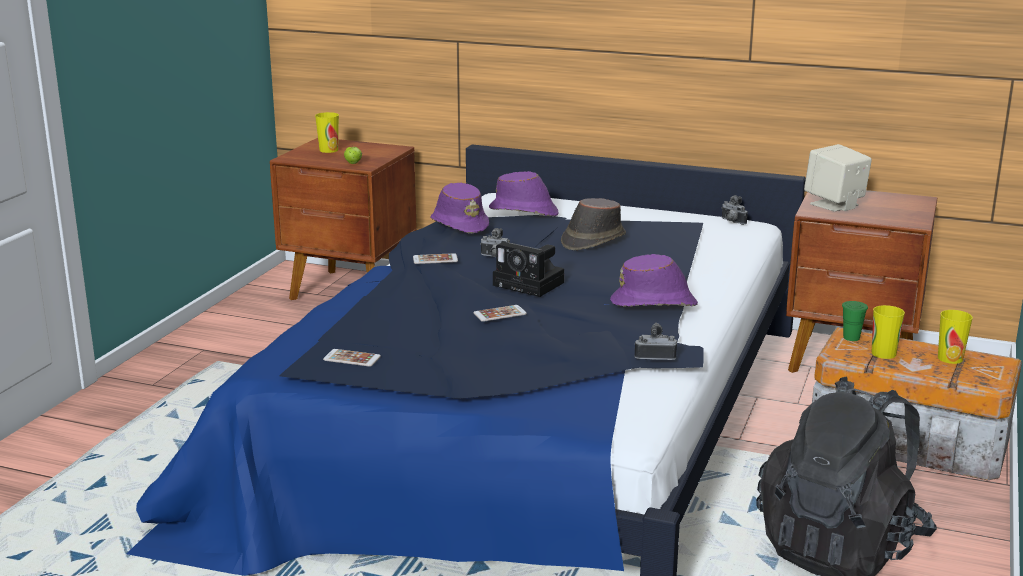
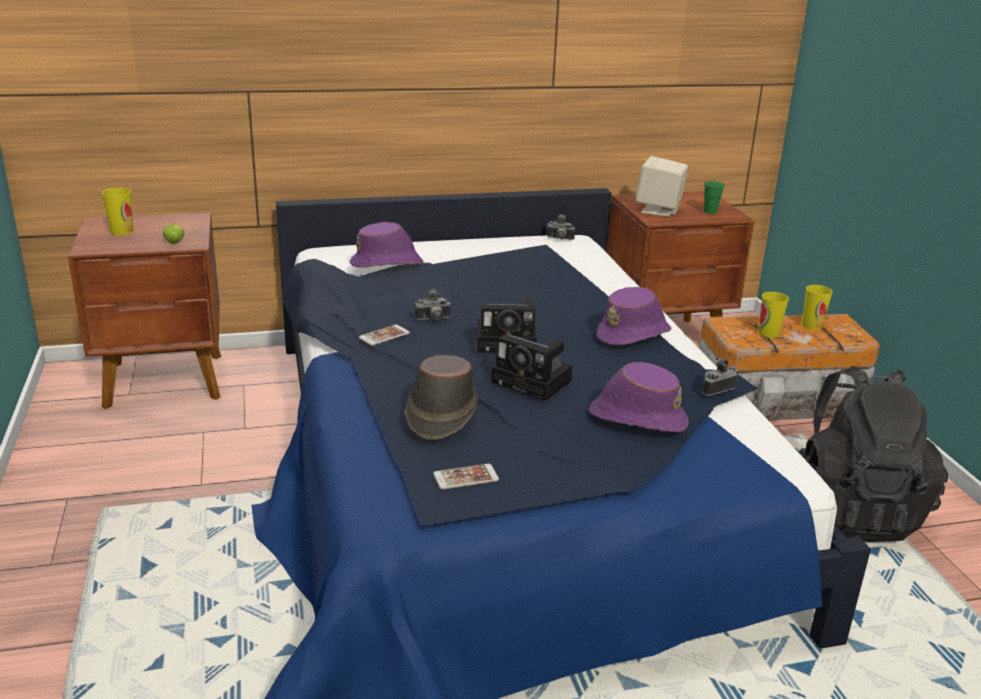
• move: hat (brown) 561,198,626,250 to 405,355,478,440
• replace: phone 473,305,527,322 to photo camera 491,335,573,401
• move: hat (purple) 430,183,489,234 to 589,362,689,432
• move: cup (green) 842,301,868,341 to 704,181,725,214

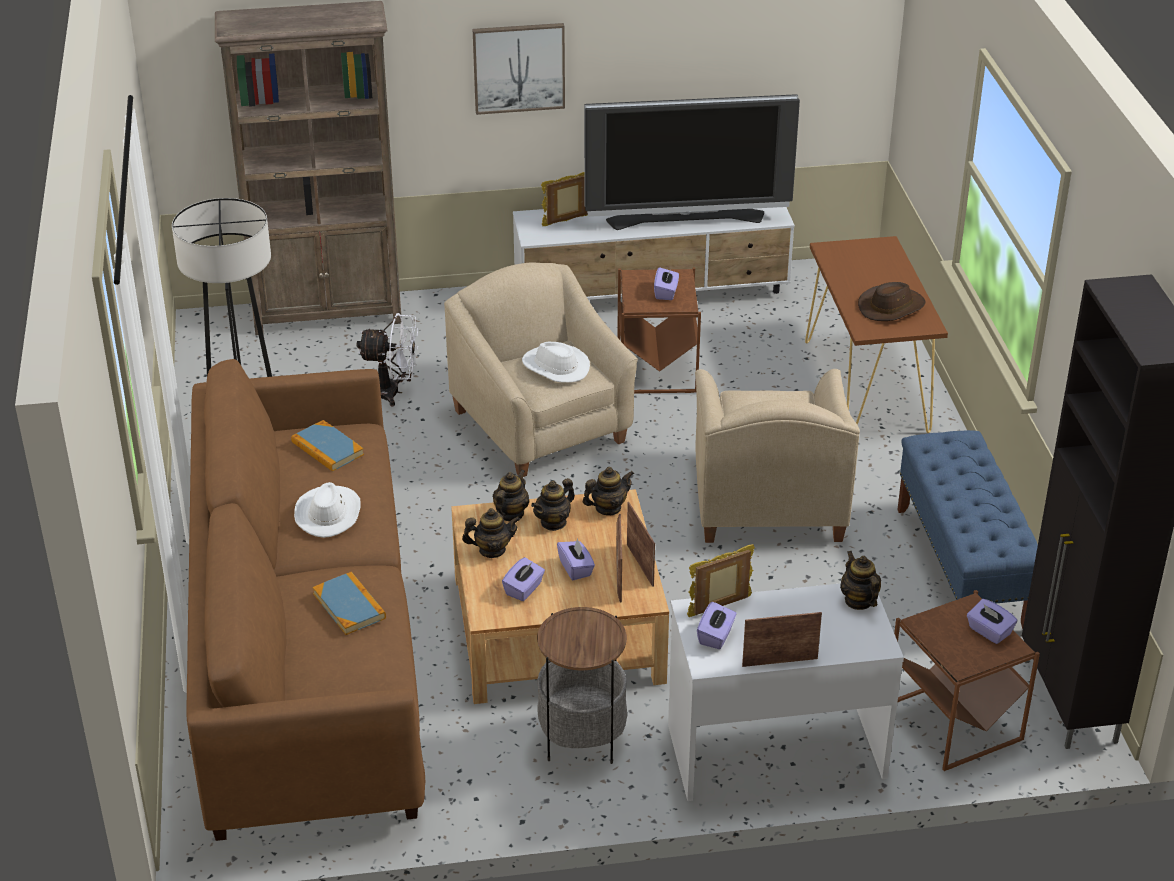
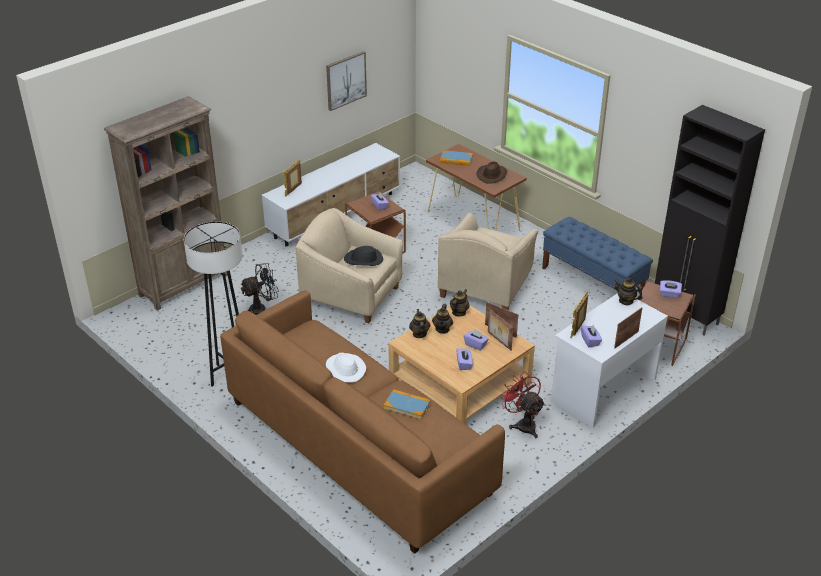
• recolor: fan (white) 357,313,418,406 to fan (black) 240,263,279,315
• move: picture 473,23,565,115 to 326,51,367,111
• recolor: hat (white) 522,342,590,383 to hat (black) 344,246,383,266
• rotate: armchair (beige) 695,369,860,543 = 438,213,538,310 60 degrees clockwise
• move: book 291,420,364,472 to 440,150,473,166
• replace: side table 537,607,627,764 to fan (red) 500,371,545,438
• delete: teapot 462,508,520,558
• delete: television 584,94,800,230

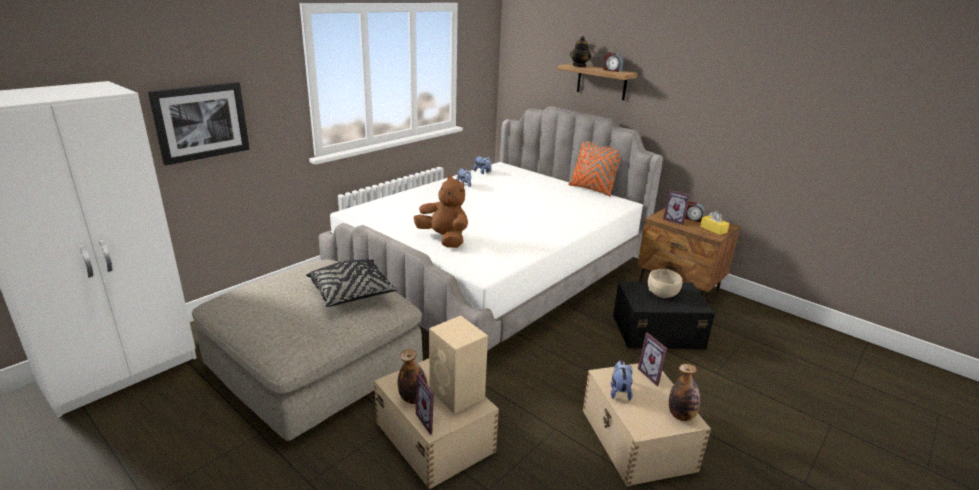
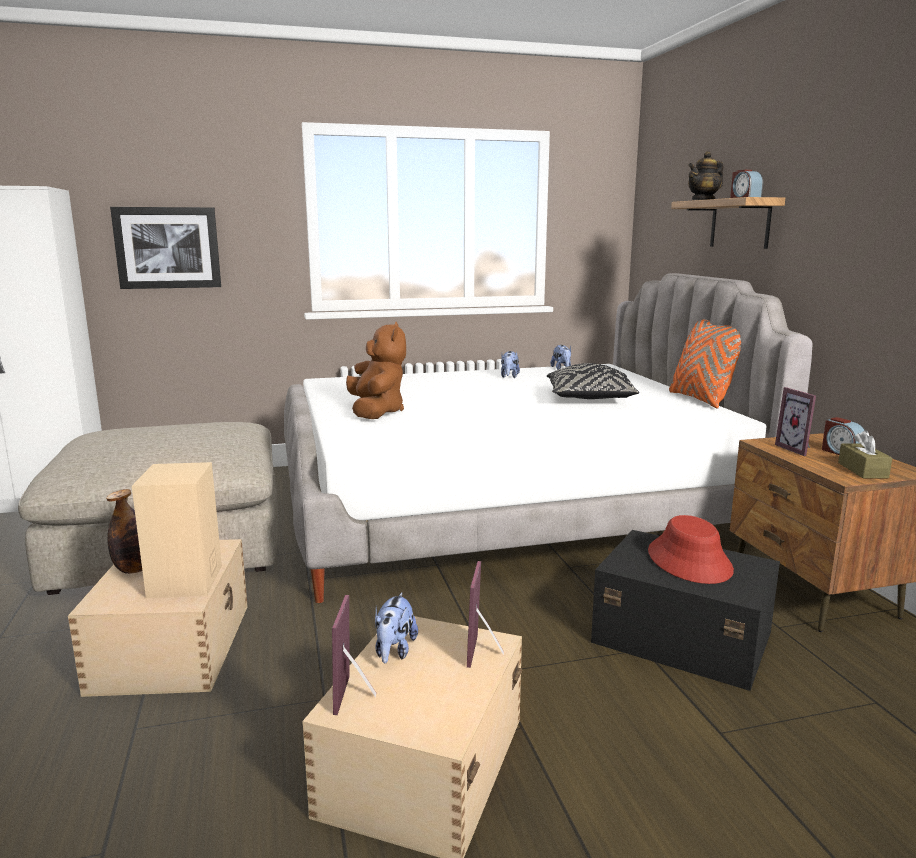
• move: picture frame 416,373,438,435 to 332,595,377,715
• rotate: plush toy 611,360,633,400 = 375,592,418,663 150 degrees clockwise
• move: pillow (black) 306,259,397,307 to 547,363,639,399
• replace: bowl (beige) 648,269,682,298 to hat (red) 648,515,734,584
• recolor: tissue box (yellow) 700,211,730,235 to tissue box (brown) 838,430,892,478
• delete: bottle 669,364,700,421

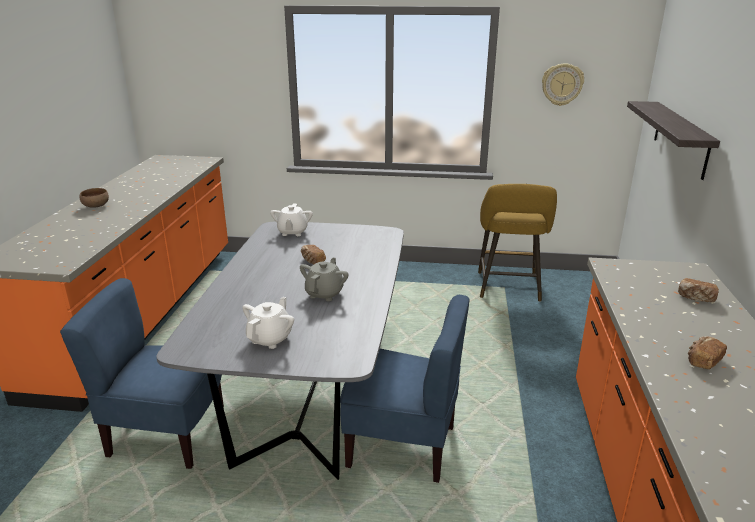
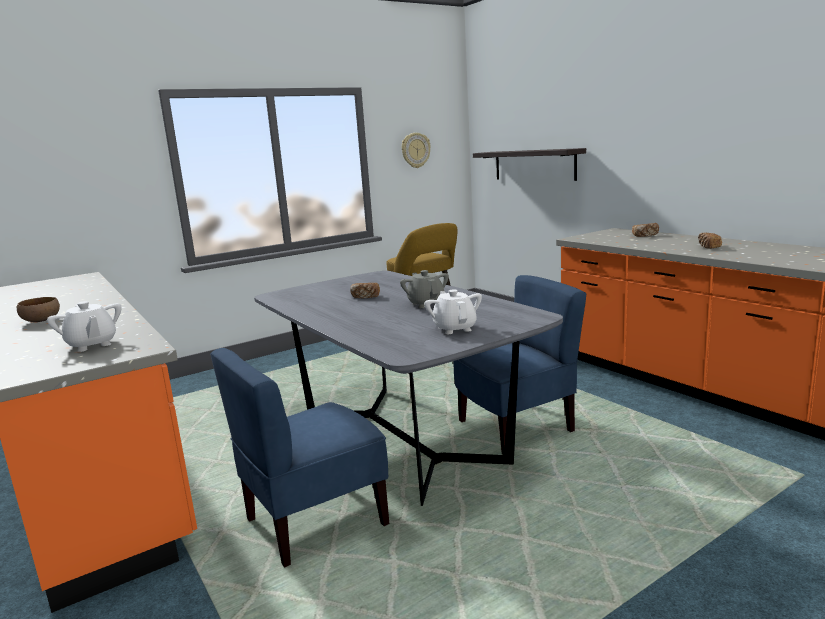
• move: teapot (white) 270,204,313,236 to 47,301,122,352

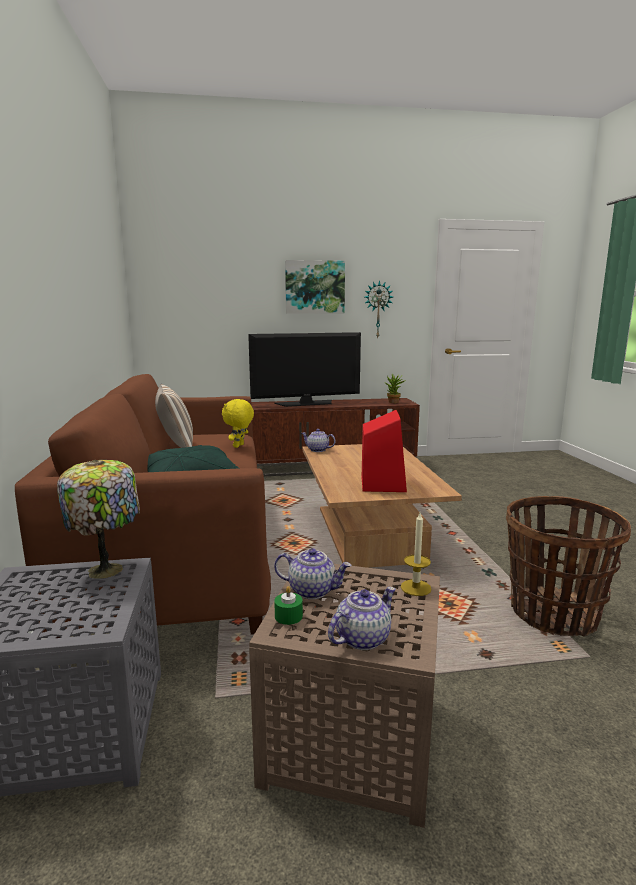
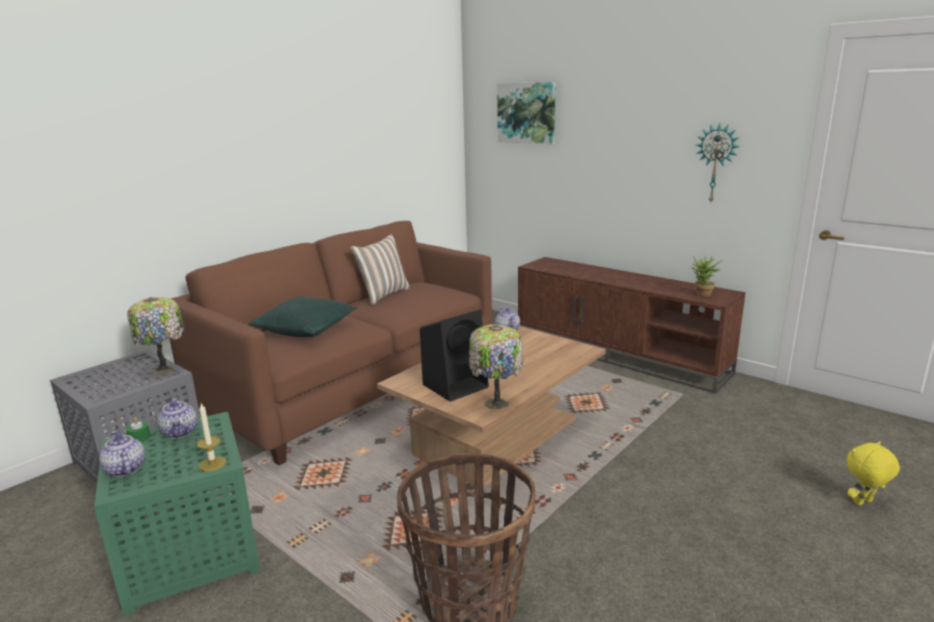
• recolor: side table (brown) 249,564,440,828 to side table (green) 94,412,260,616
• rotate: teapot 328,587,396,650 = 99,431,145,477 135 degrees counterclockwise
• recolor: speaker (red) 362,410,407,492 to speaker (black) 420,310,489,402
• insert: table lamp 469,324,523,409
• move: picture 285,260,345,314 to 497,82,556,144
• move: plush toy (yellow) 222,399,254,448 to 847,441,900,506
• delete: television 248,332,361,407

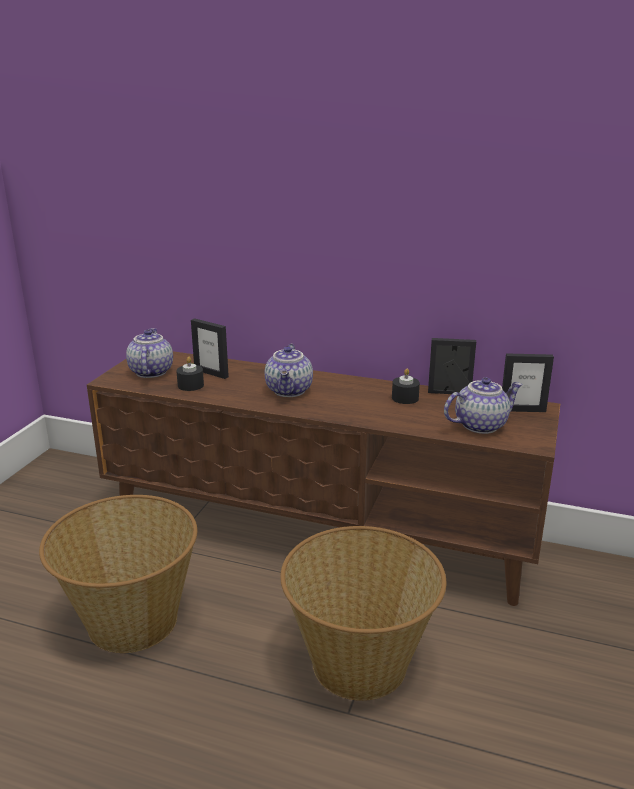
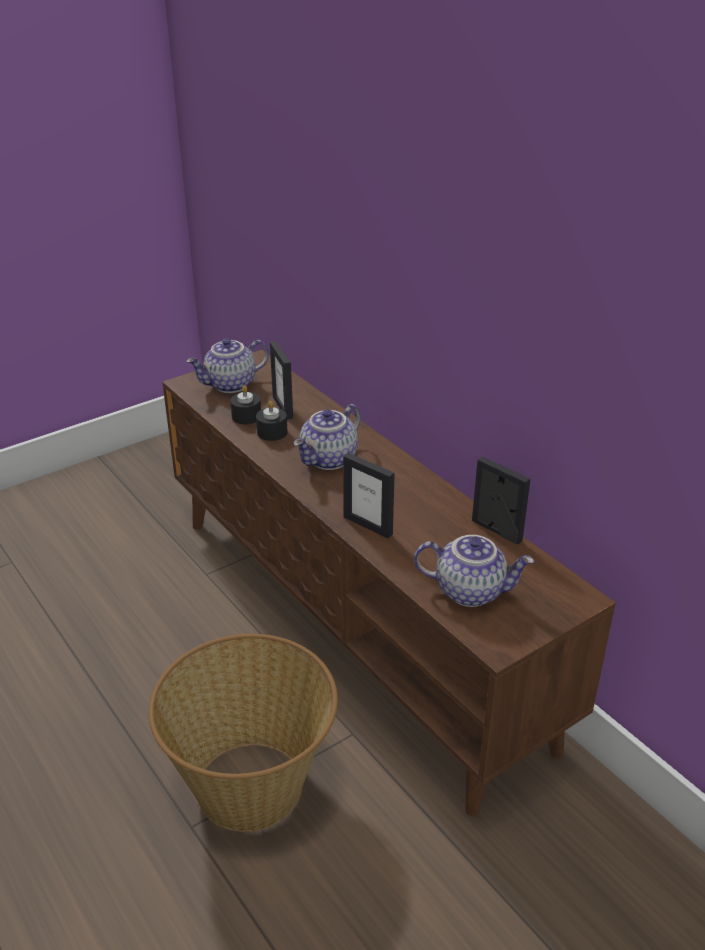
• rotate: teapot 126,328,173,378 = 186,338,269,393 150 degrees counterclockwise
• move: candle (black) 392,368,420,404 to 256,401,287,441
• move: picture frame 502,353,554,412 to 343,453,395,538
• delete: basket 39,495,197,653

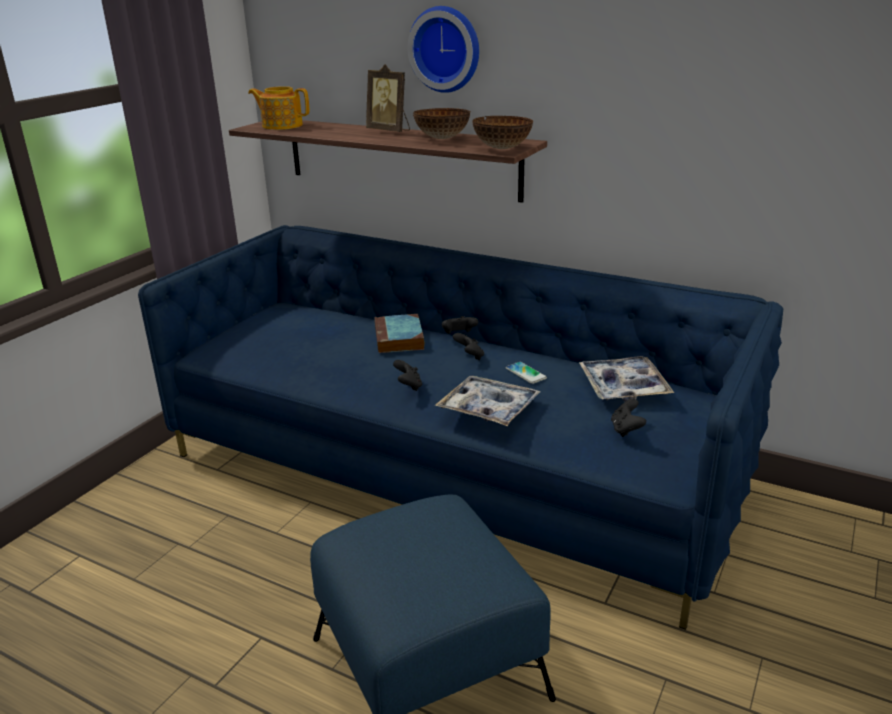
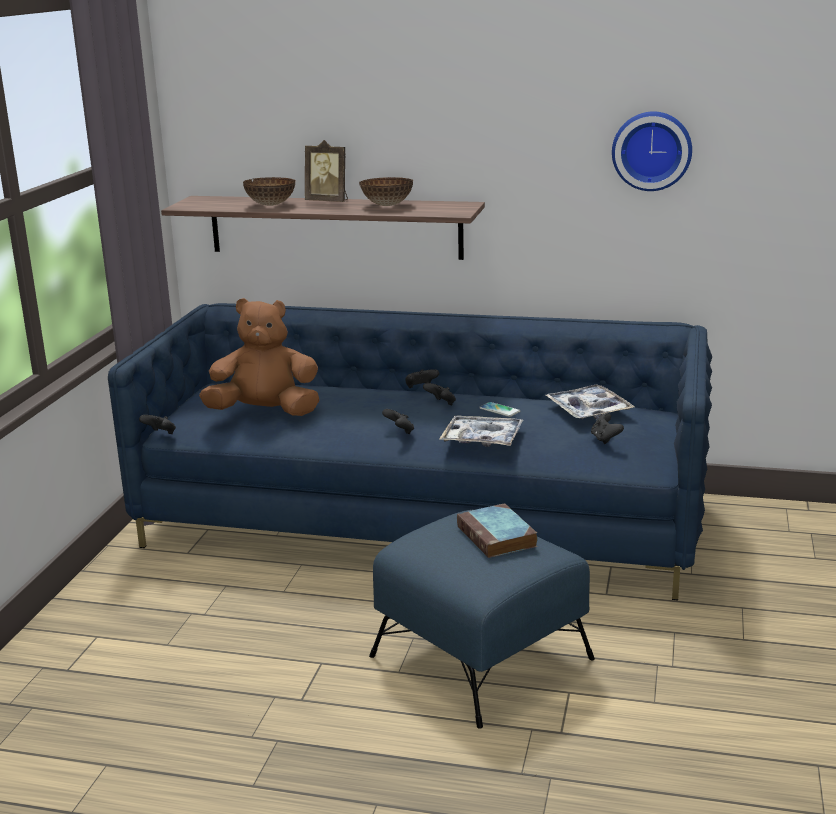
• insert: game controller (black) 139,415,176,434
• insert: plush toy (brown) 199,298,320,416
• move: bowl 472,116,533,149 to 243,177,296,206
• move: book 374,314,425,353 to 457,503,537,558
• move: wall clock 407,6,479,93 to 612,111,692,191
• delete: teapot 248,86,309,130

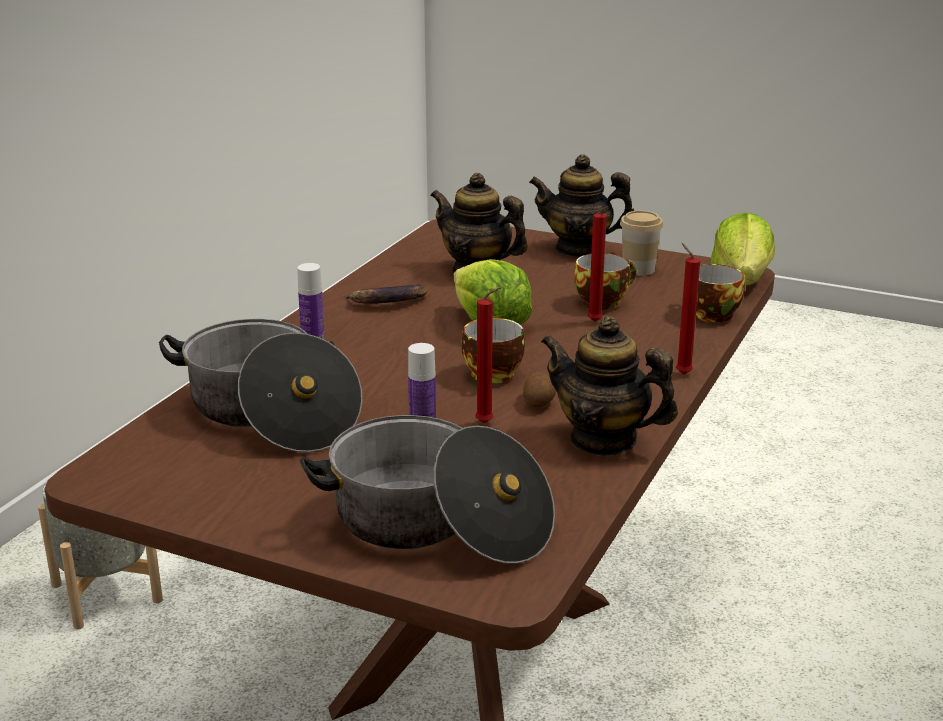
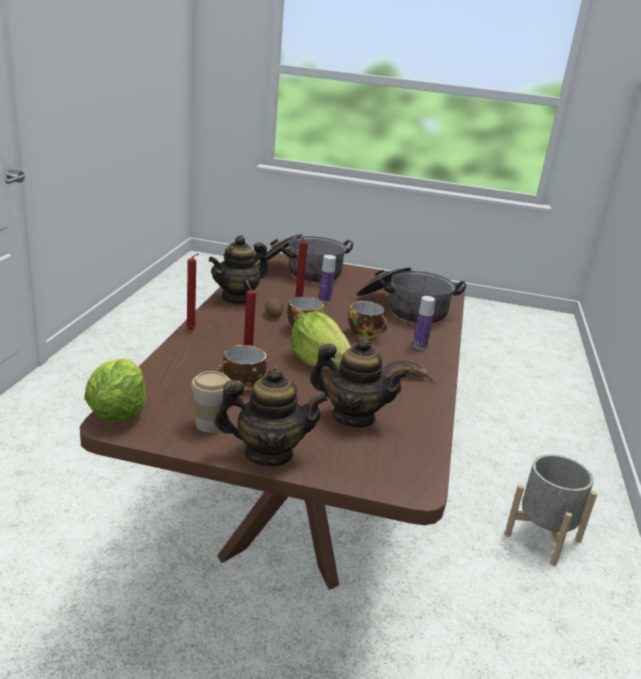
• rotate: teapot 541,316,678,456 = 209,235,268,305 120 degrees clockwise
• move: cup 696,264,745,322 to 348,301,388,339

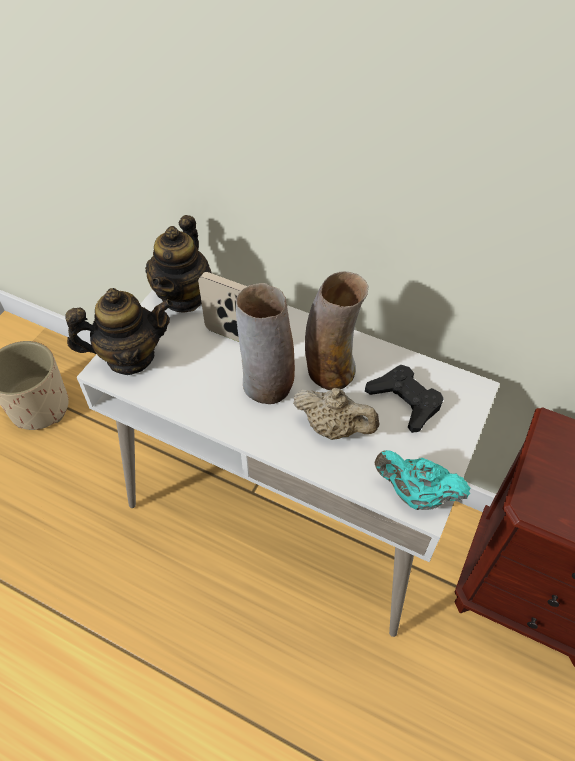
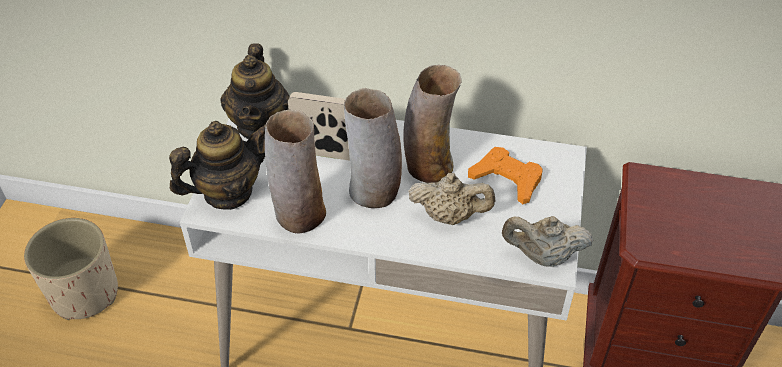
• insert: vase 265,110,326,233
• recolor: game controller (black) 365,365,444,433 to game controller (orange) 468,147,543,204
• recolor: teapot (turquoise) 375,450,470,510 to teapot (beige) 502,216,593,267

